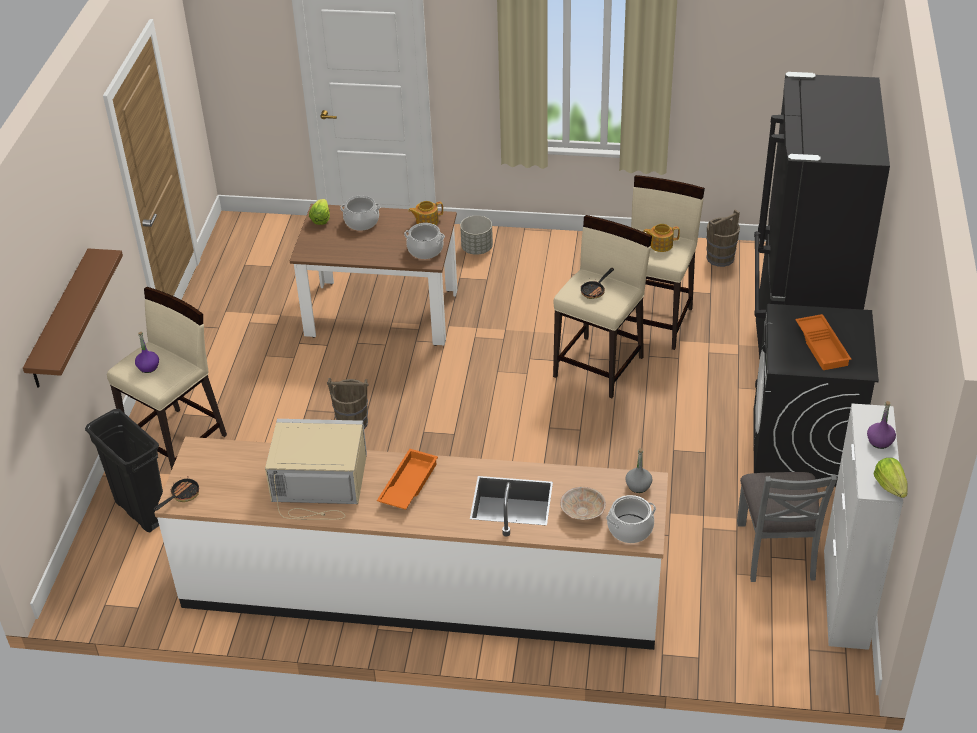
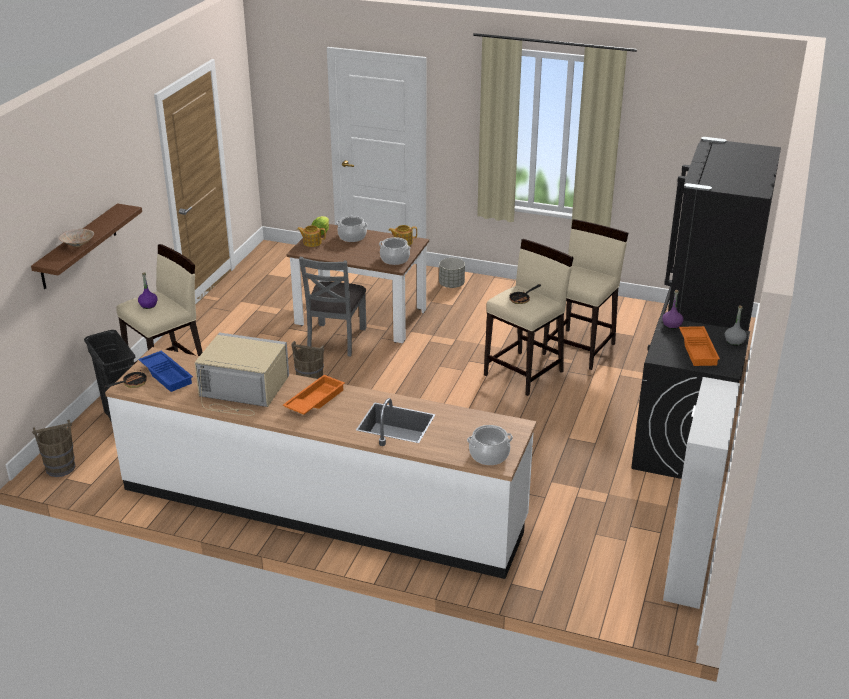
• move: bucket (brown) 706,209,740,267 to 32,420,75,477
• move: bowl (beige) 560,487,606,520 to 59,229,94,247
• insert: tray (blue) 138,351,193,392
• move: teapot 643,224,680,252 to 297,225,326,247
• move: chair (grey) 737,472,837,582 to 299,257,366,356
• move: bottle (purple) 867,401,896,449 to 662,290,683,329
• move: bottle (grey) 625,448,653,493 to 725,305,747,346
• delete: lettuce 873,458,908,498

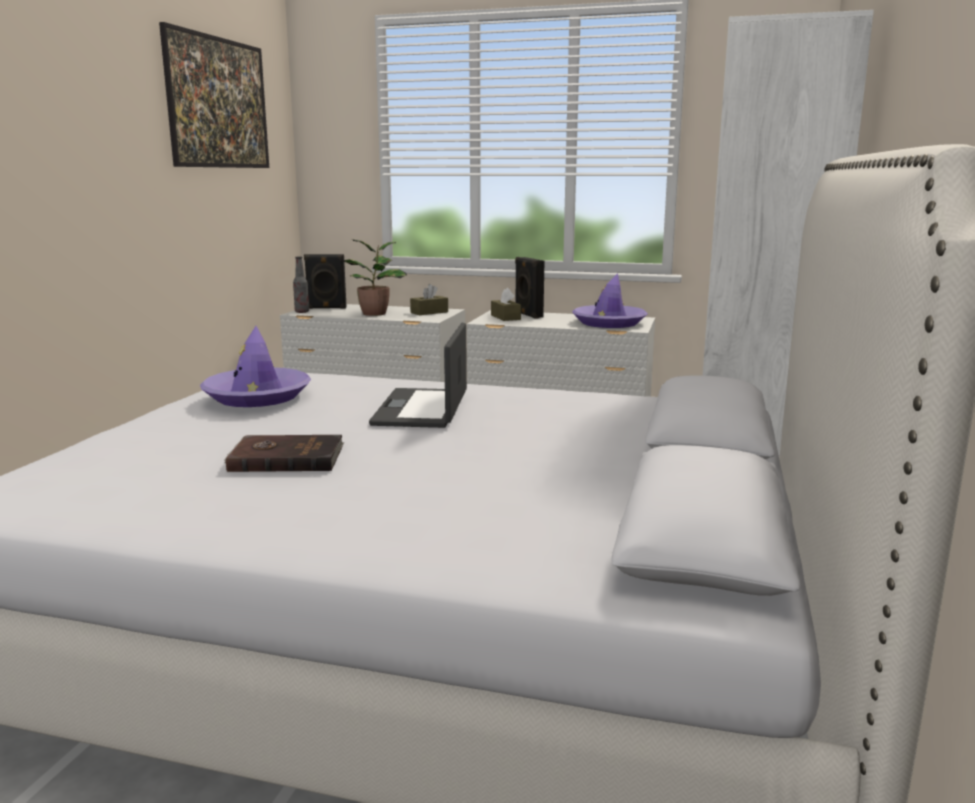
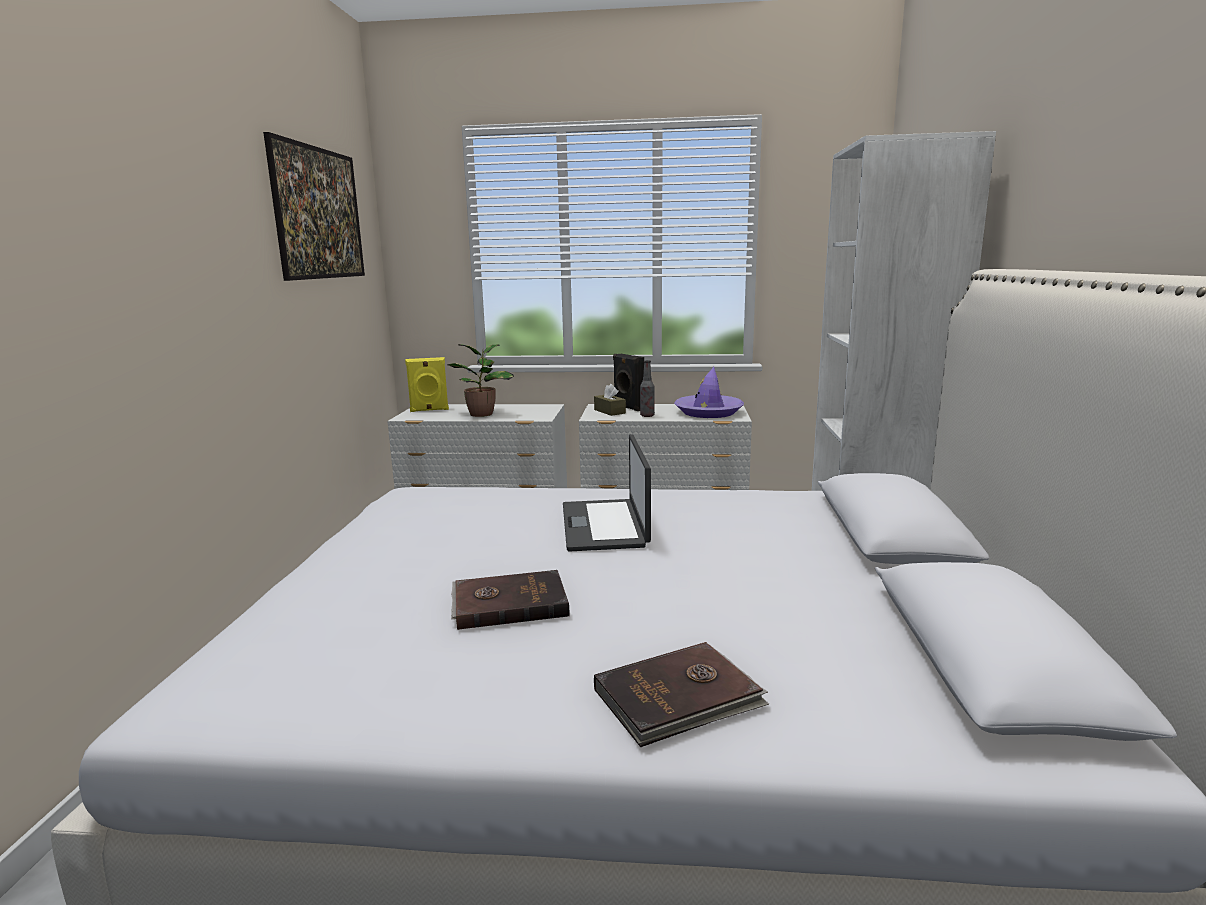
• recolor: speaker (black) 304,254,346,309 to speaker (yellow) 405,357,449,412
• insert: book (brown) 594,642,769,747
• move: bottle 293,256,309,313 to 640,360,655,417
• delete: hat (purple) 200,326,311,407
• delete: tissue box (brown) 410,284,448,315

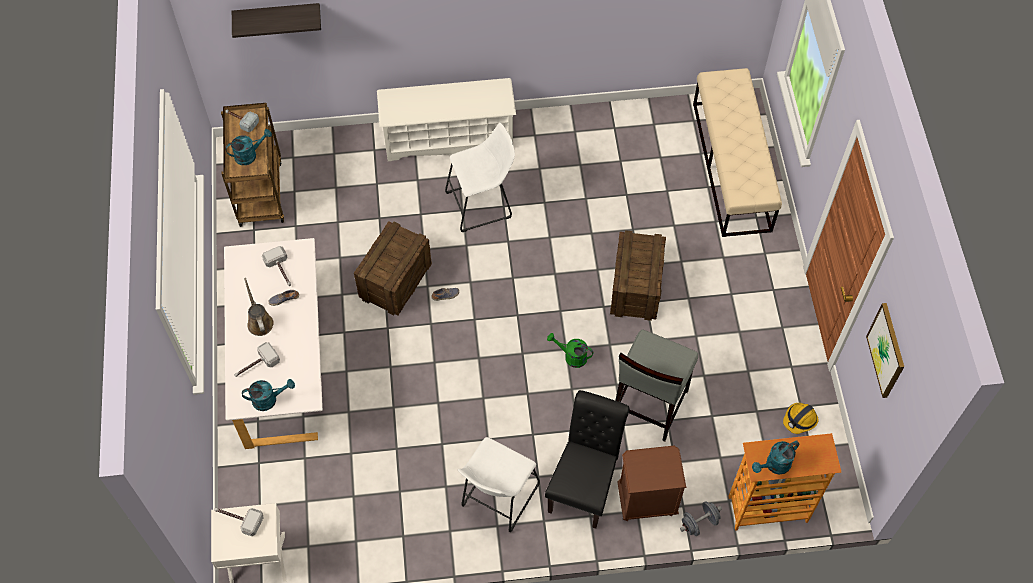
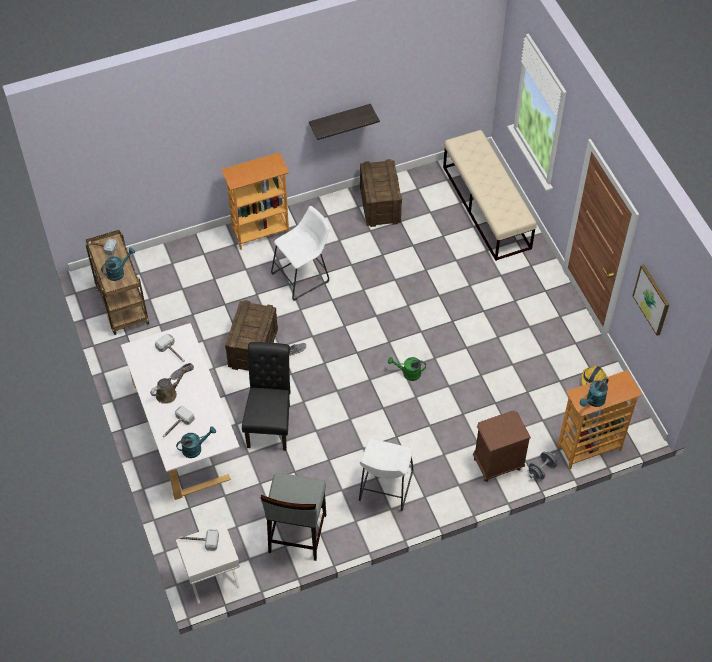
• rotate: watering can (brown) 244,278,274,336 = 150,366,189,403 90 degrees clockwise
• replace: shoe rack (white) 377,78,516,161 to bookcase 221,152,289,250
• move: chair (black) 545,390,630,529 to 242,342,291,451
• move: stool (grey) 615,329,698,442 to 261,473,326,561
• move: shelf 232,3,321,38 to 309,104,380,140
• move: crate 610,230,666,321 to 360,159,402,227

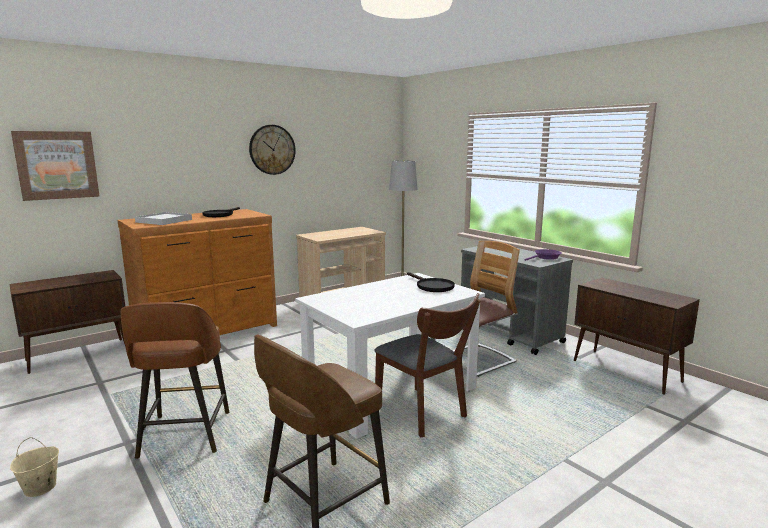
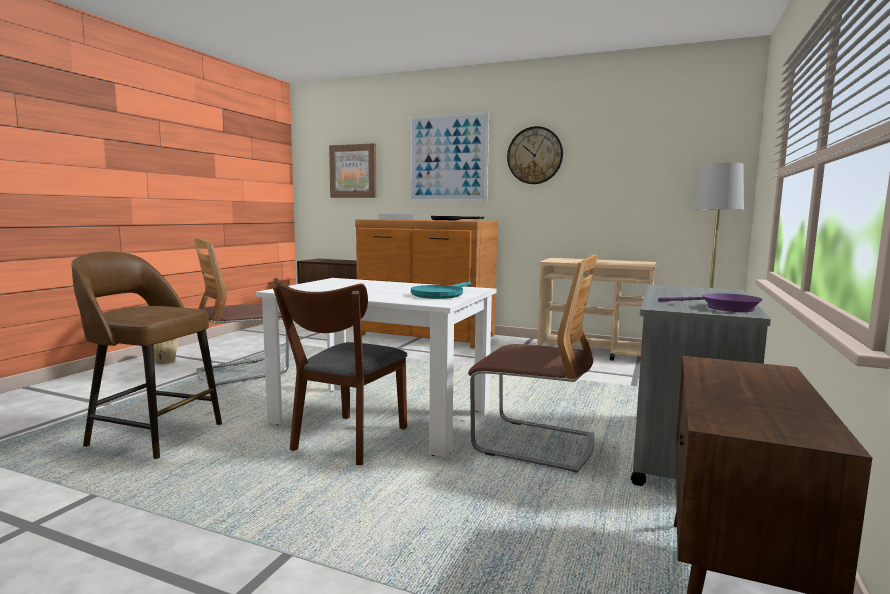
• replace: stool (brown) 120,302,229,459 to chair 194,238,289,386
• insert: picture 409,111,489,202
• recolor: frying pan (black) 407,272,455,292 to frying pan (turquoise) 411,281,471,299

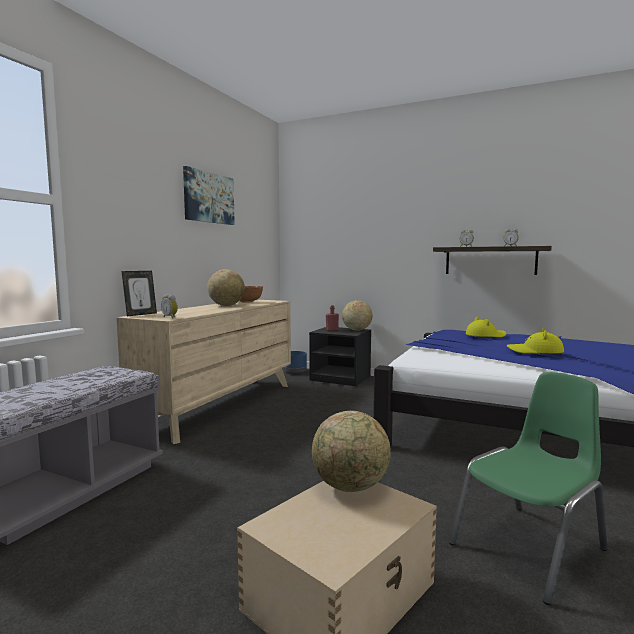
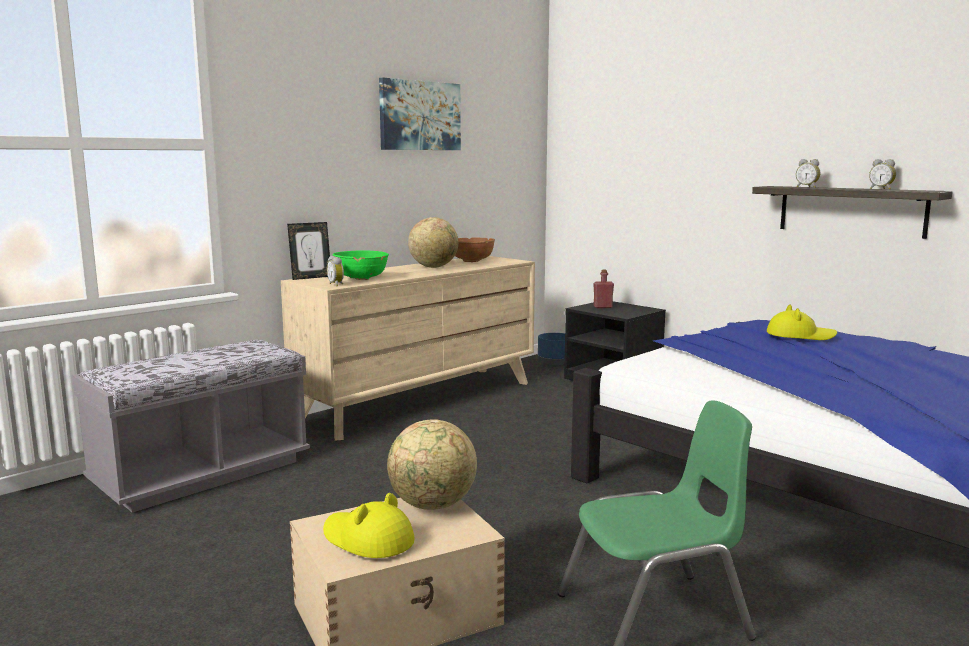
• move: hat (yellow) 506,328,564,354 to 323,493,415,558
• insert: bowl (green) 333,250,389,280
• delete: globe 342,300,372,331

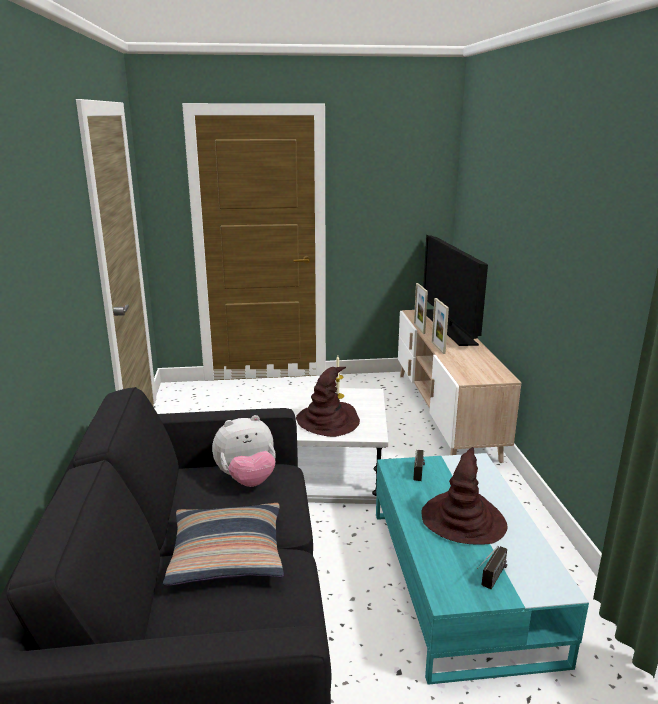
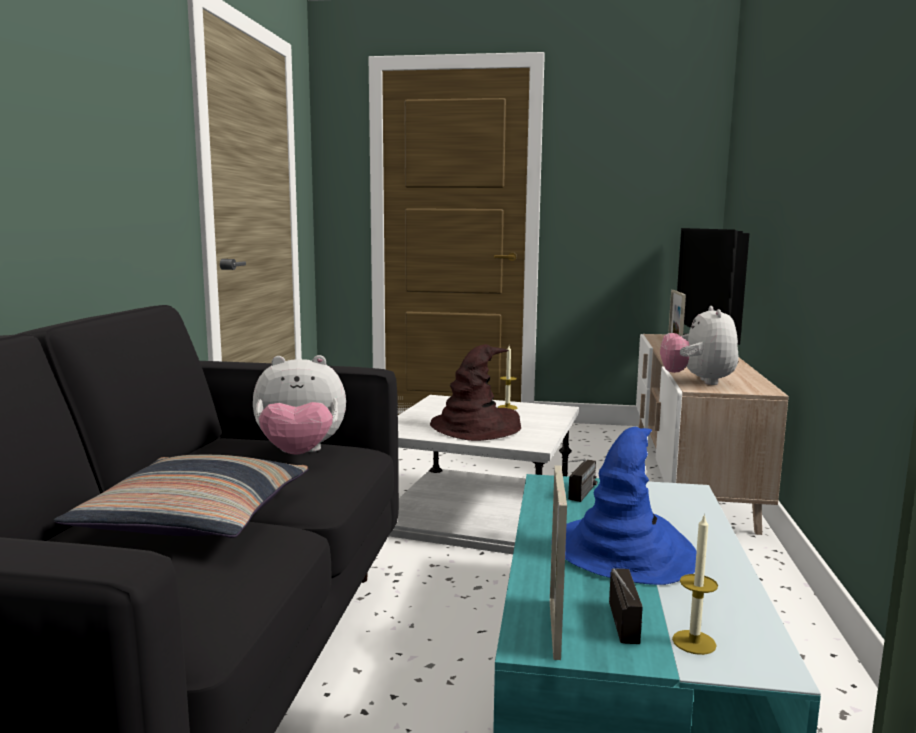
• move: picture frame 414,283,428,334 to 550,465,567,660
• recolor: hat (brown) 422,447,508,544 to hat (blue) 551,427,697,585
• rotate: radio 477,546,507,590 = 609,568,643,644 45 degrees counterclockwise
• insert: plush toy 660,306,738,385
• insert: candle 672,513,718,655

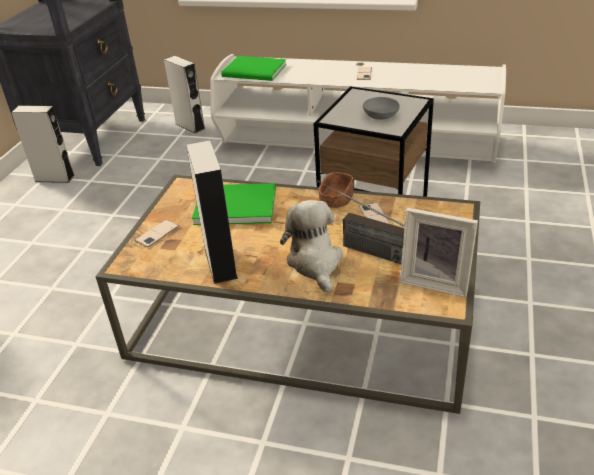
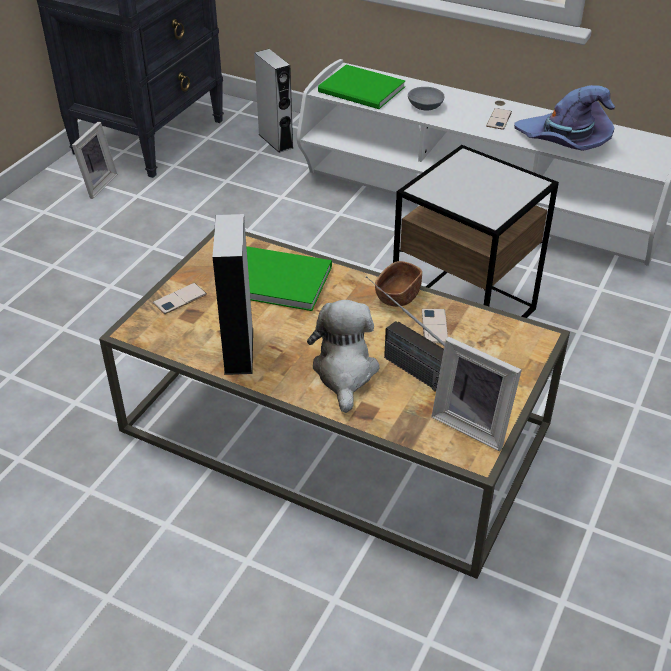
• replace: speaker (grey) 11,106,75,183 to picture frame 72,122,117,199
• move: bowl (grey) 363,97,400,119 to 408,87,444,111
• insert: hat (purple) 514,85,615,151

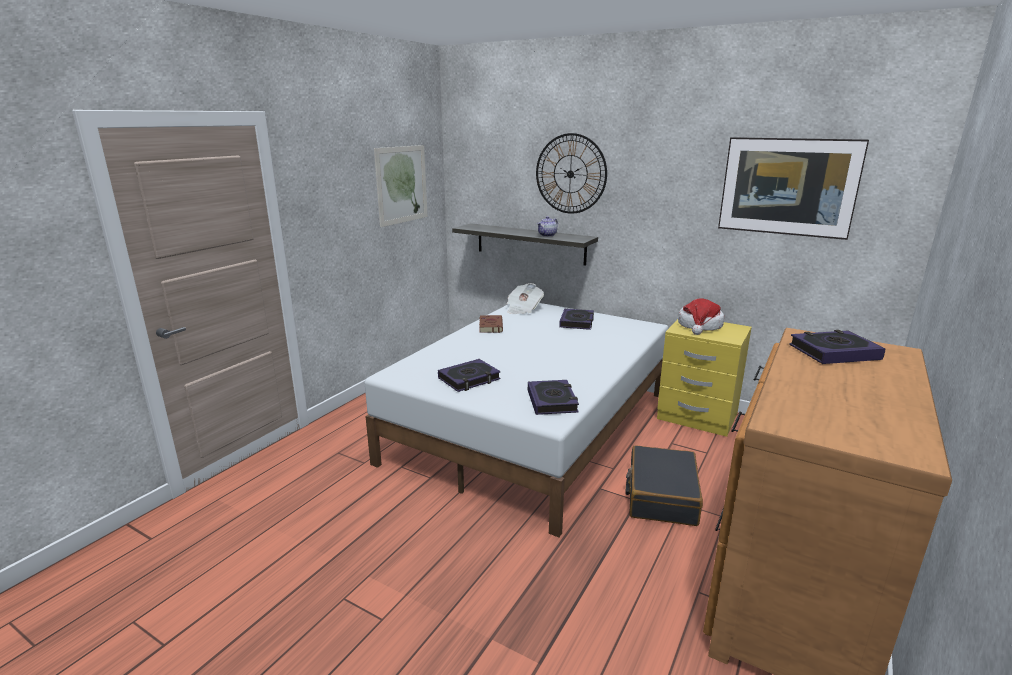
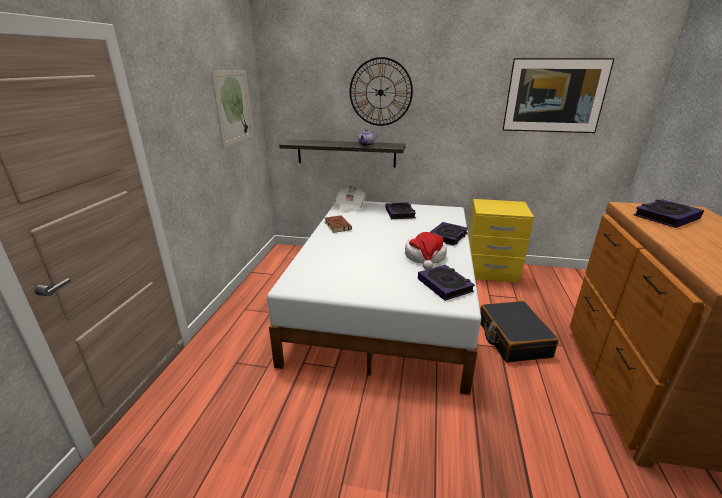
• move: hat 678,298,724,335 to 405,232,447,270
• move: book 438,359,501,392 to 430,222,468,246

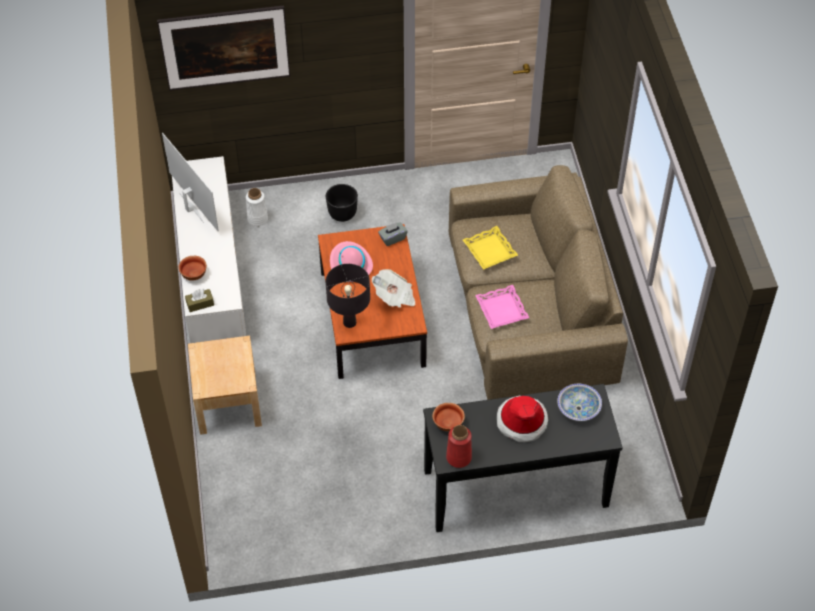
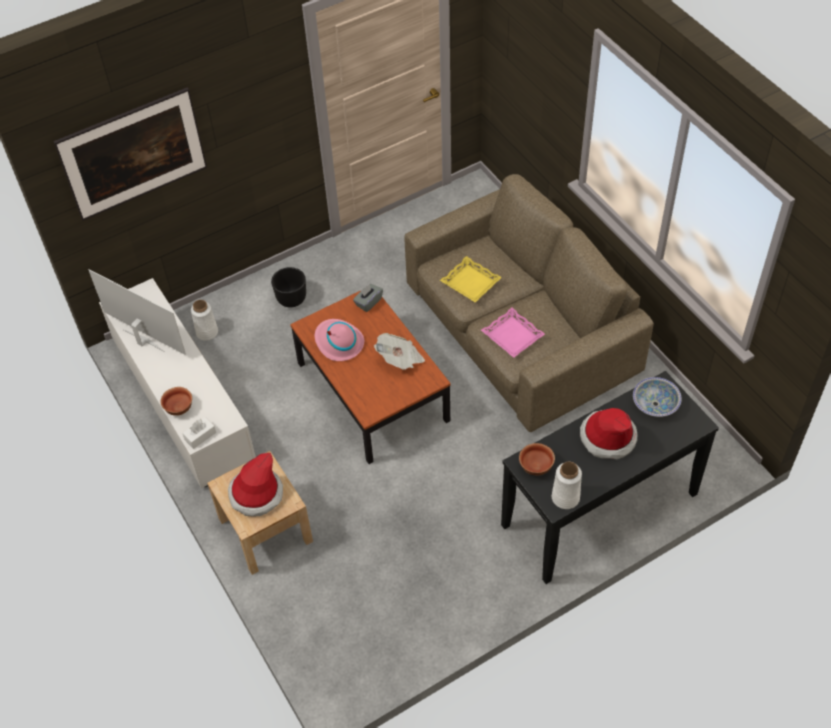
• recolor: tissue box (brown) 185,289,214,312 to tissue box (white) 182,417,216,449
• insert: hat 228,453,283,517
• recolor: vase (red) 446,425,472,468 to vase (white) 552,462,582,509
• delete: table lamp (black) 326,264,370,328

